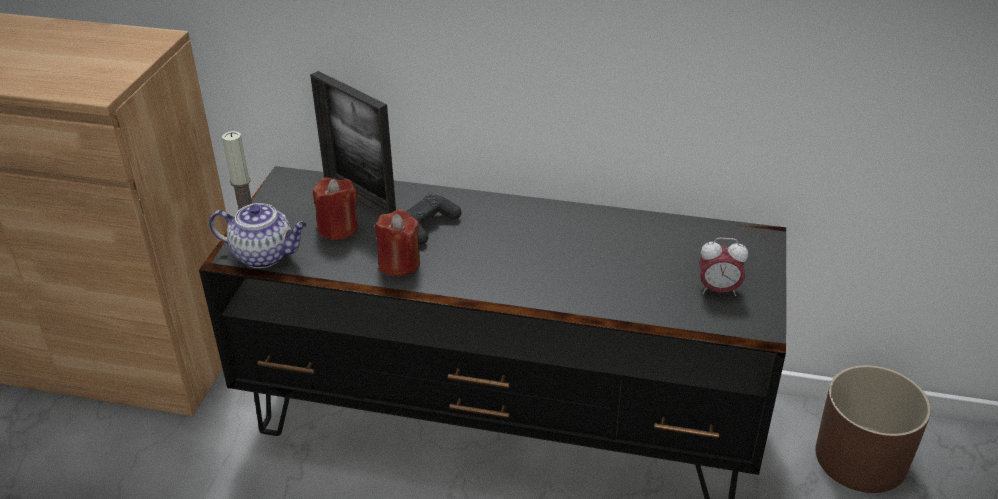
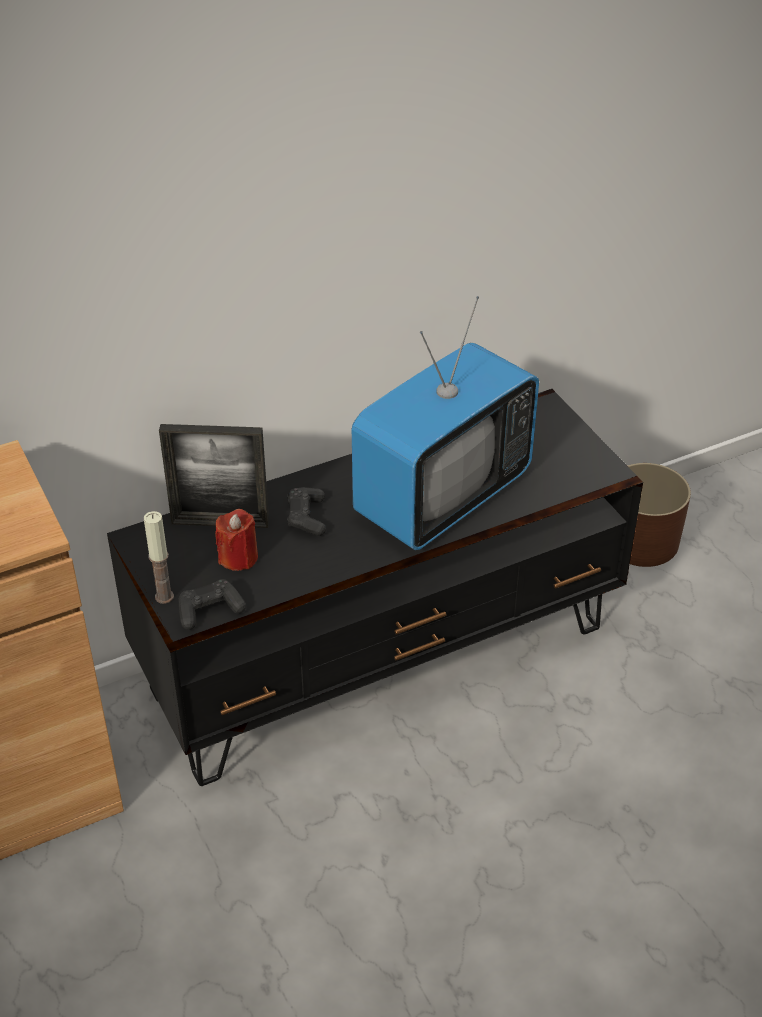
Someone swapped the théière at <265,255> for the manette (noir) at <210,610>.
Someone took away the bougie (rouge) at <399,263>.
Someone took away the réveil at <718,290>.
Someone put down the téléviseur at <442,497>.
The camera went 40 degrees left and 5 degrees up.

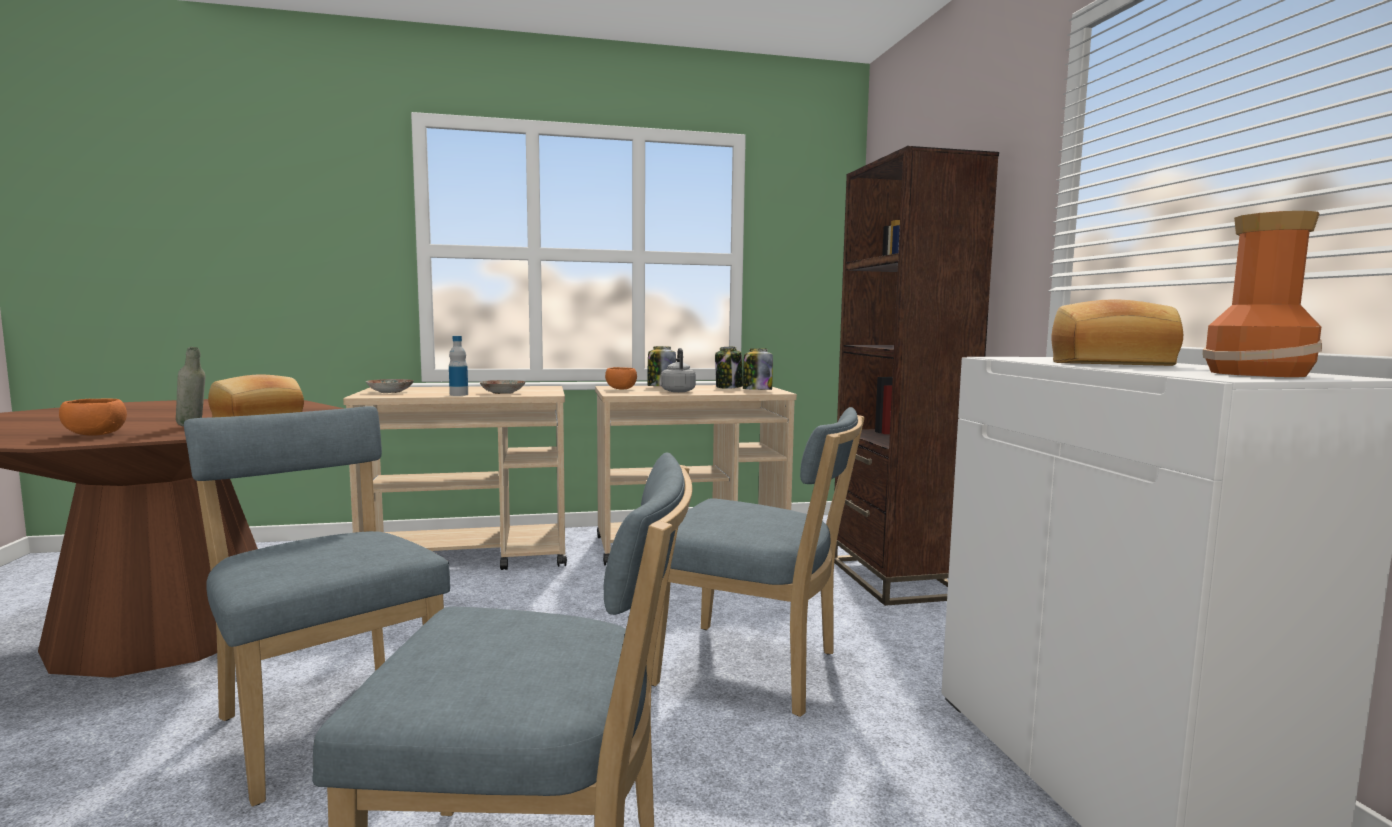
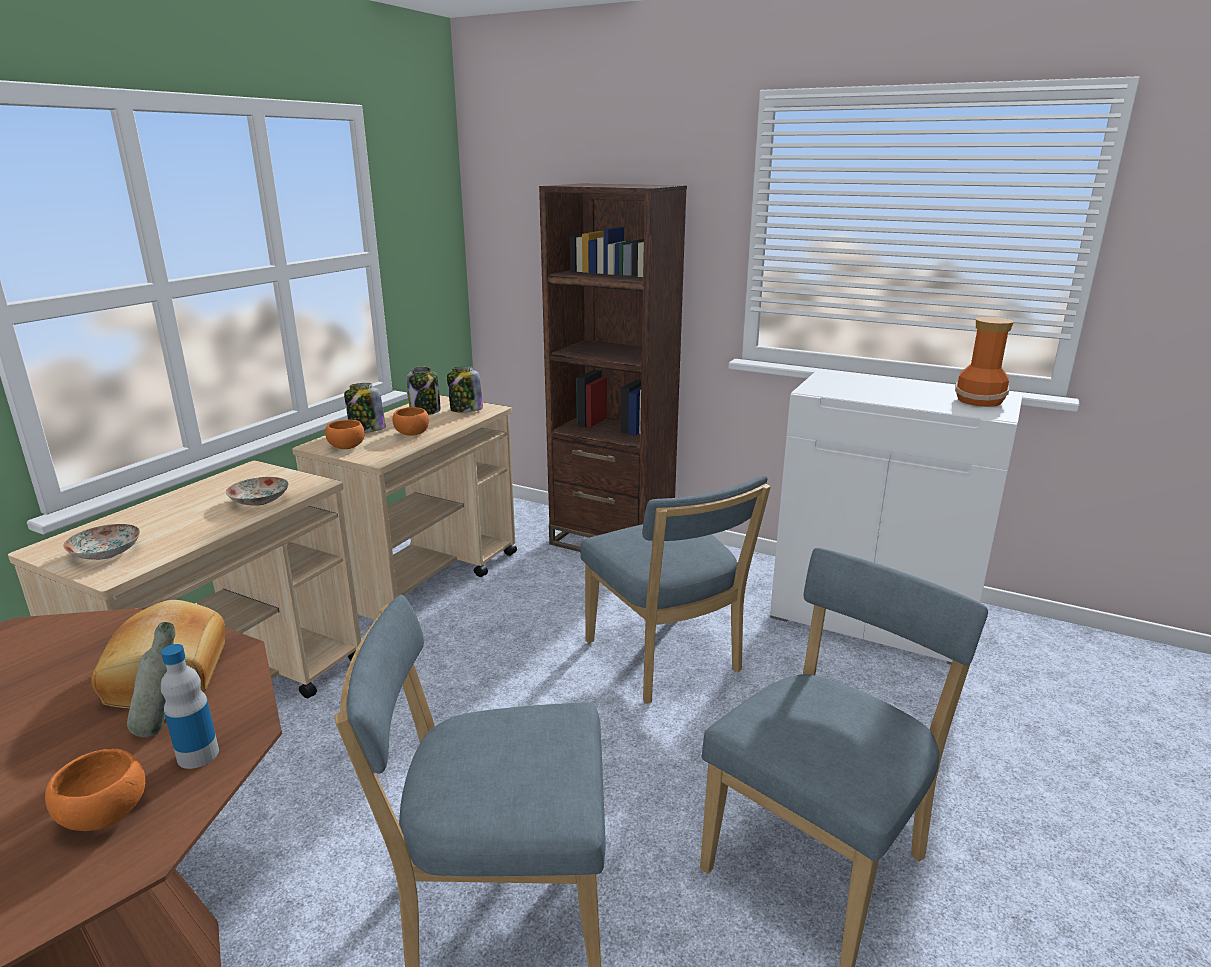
Someone took away the pain at <1109,363>.
Someone carried the bouteille from <459,395> to <198,755>.
Someone swapped the bouilloire (gris) at <678,391> for the bol (orange) at <411,434>.
Someone rotated the chaise (bleu) at <755,670> by 90 degrees clockwise.
The camera went 50 degrees left and 15 degrees up.

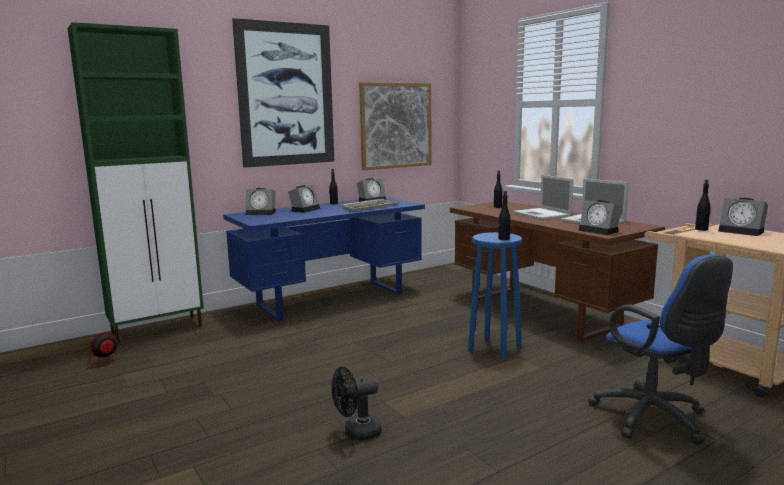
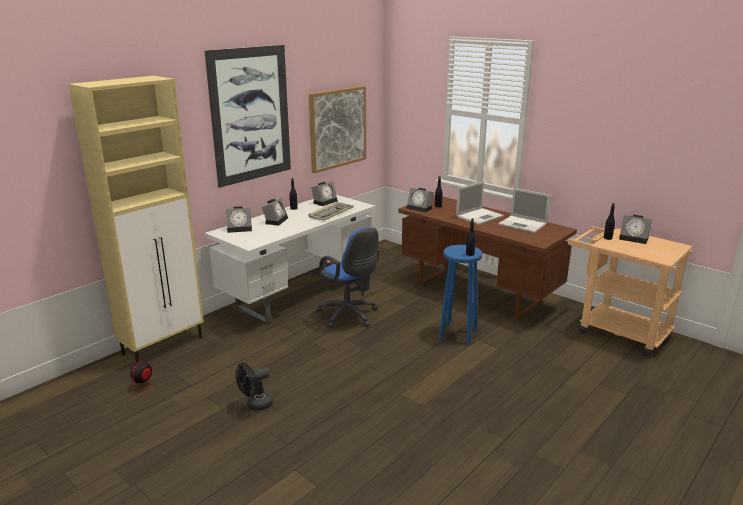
Someone repainted the meuble de rangement (vert) at <158,329>, which became the meuble de rangement (beige) at <164,345>.
Someone rotated the ordinateur portable at <542,214> by 90 degrees counterclockwise.
Someone repainted the bureau (bleu) at <331,299>, which became the bureau (blanc) at <298,294>.
Someone carried the réveil from <600,231> to <420,208>.
Someone carried the chaise de bureau (bleu) from <654,420> to <349,316>.
Someone carried the ventilateur (noir) from <356,433> to <256,405>.
The camera went 15 degrees left and 10 degrees up.

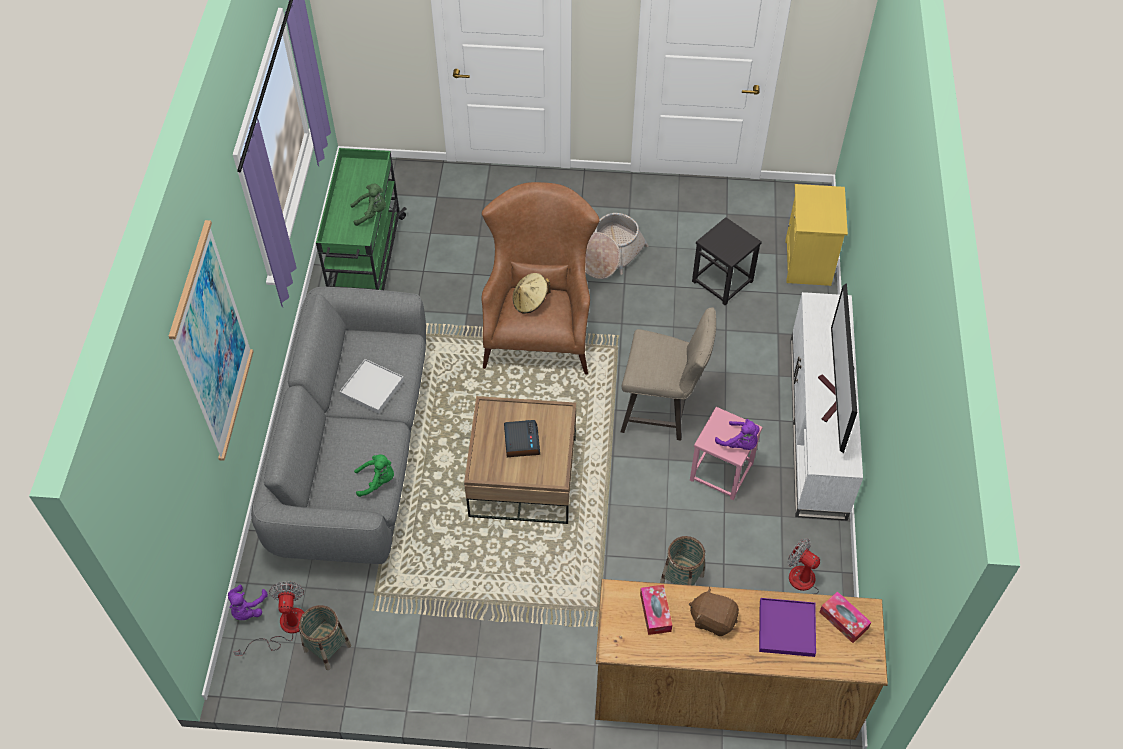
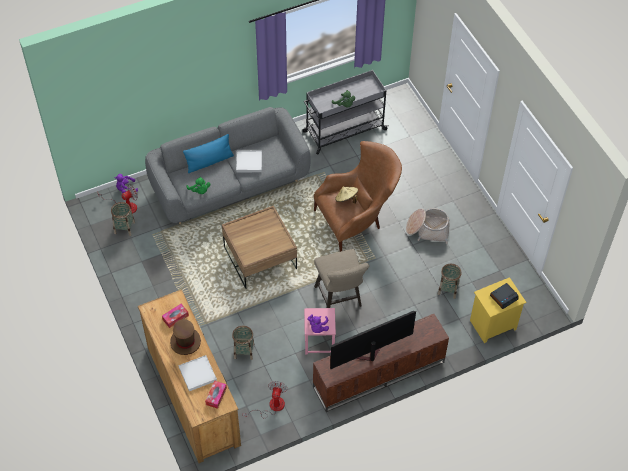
Someone repainted the chariot (vert) at <366,265>, which became the chariot (gris) at <343,131>.
Someone swapped the tabouret (noir) at <722,281> for the panier at <448,289>.
Someone took away the tableau at <212,344>.
Someone repainted the meuble télé (blanc) at <818,427>, which became the meuble télé (marron) at <378,375>.
Someone carried the réveil from <521,441> to <504,297>.
Someone swapped the peluche (marron) at <713,619> for the chapeau (marron) at <185,342>.
Someone repainted the plateau (violet) at <786,628>, which became the plateau (blanc) at <197,374>.
Someone put down the coussin (bleu) at <209,162>.
The camera went 60 degrees right and 0 degrees up.

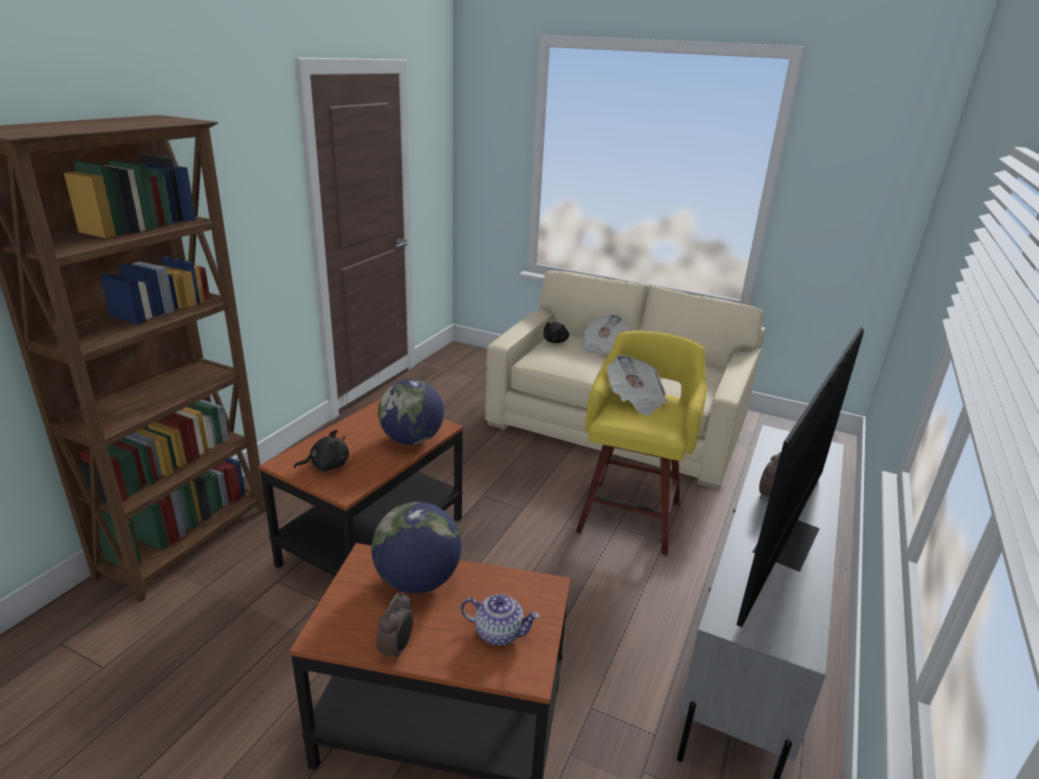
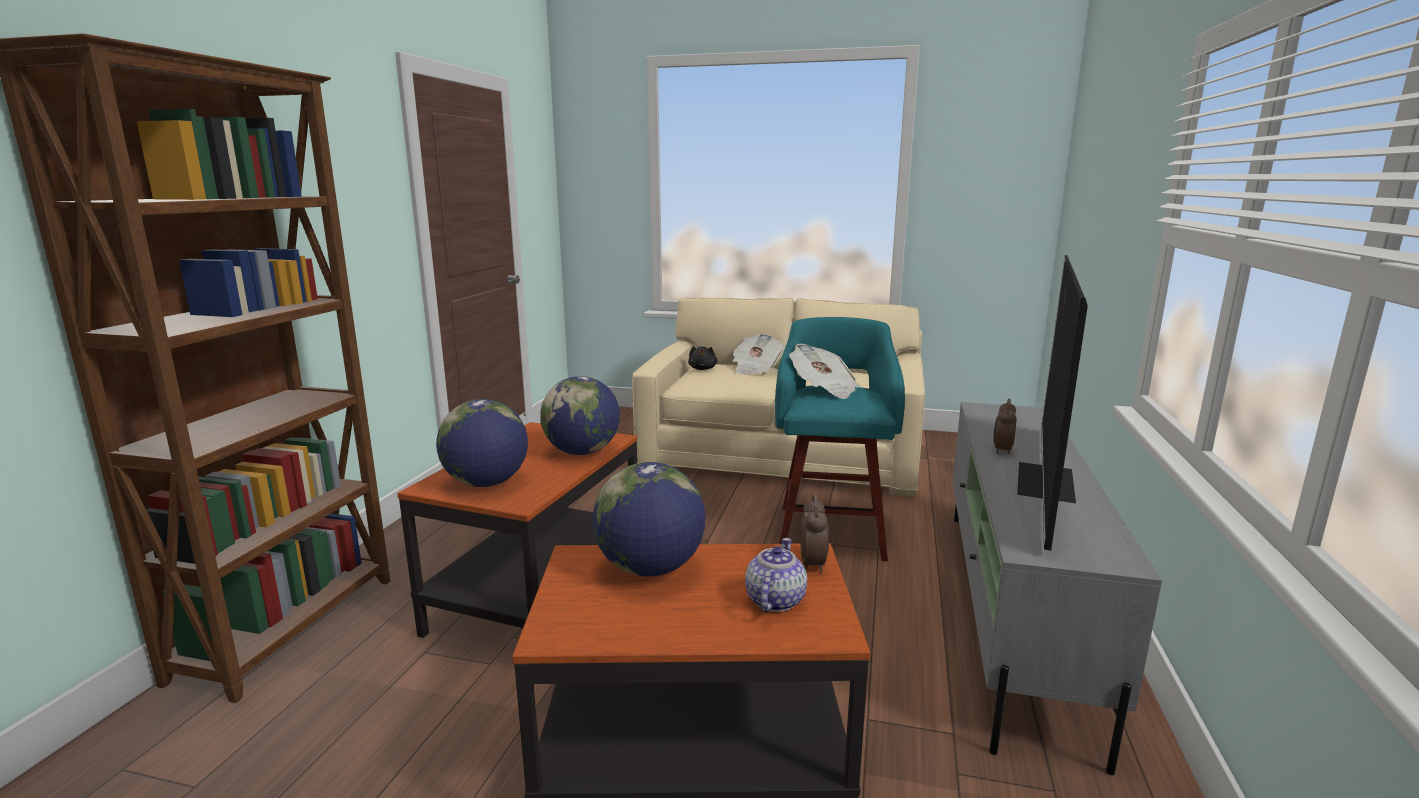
Someone repainted the tabouret (jaune) at <630,514>, which became the tabouret (turquoise) at <831,530>.
Someone swapped the peluche (noir) at <327,465> for the globe at <486,483>.
Someone carried the réveil from <397,649> to <813,564>.
Someone rotated the théière at <498,632> by 75 degrees counterclockwise.
The camera went 10 degrees left and 10 degrees down.

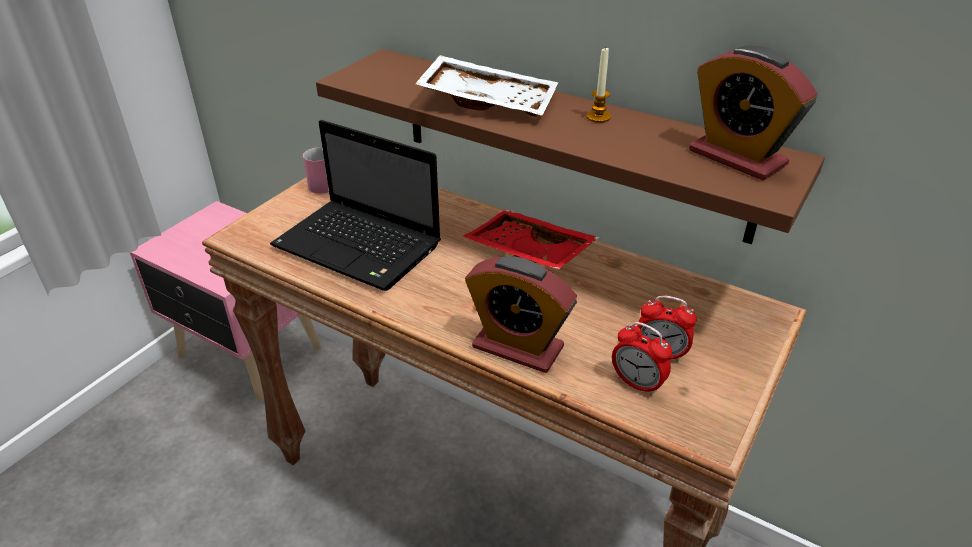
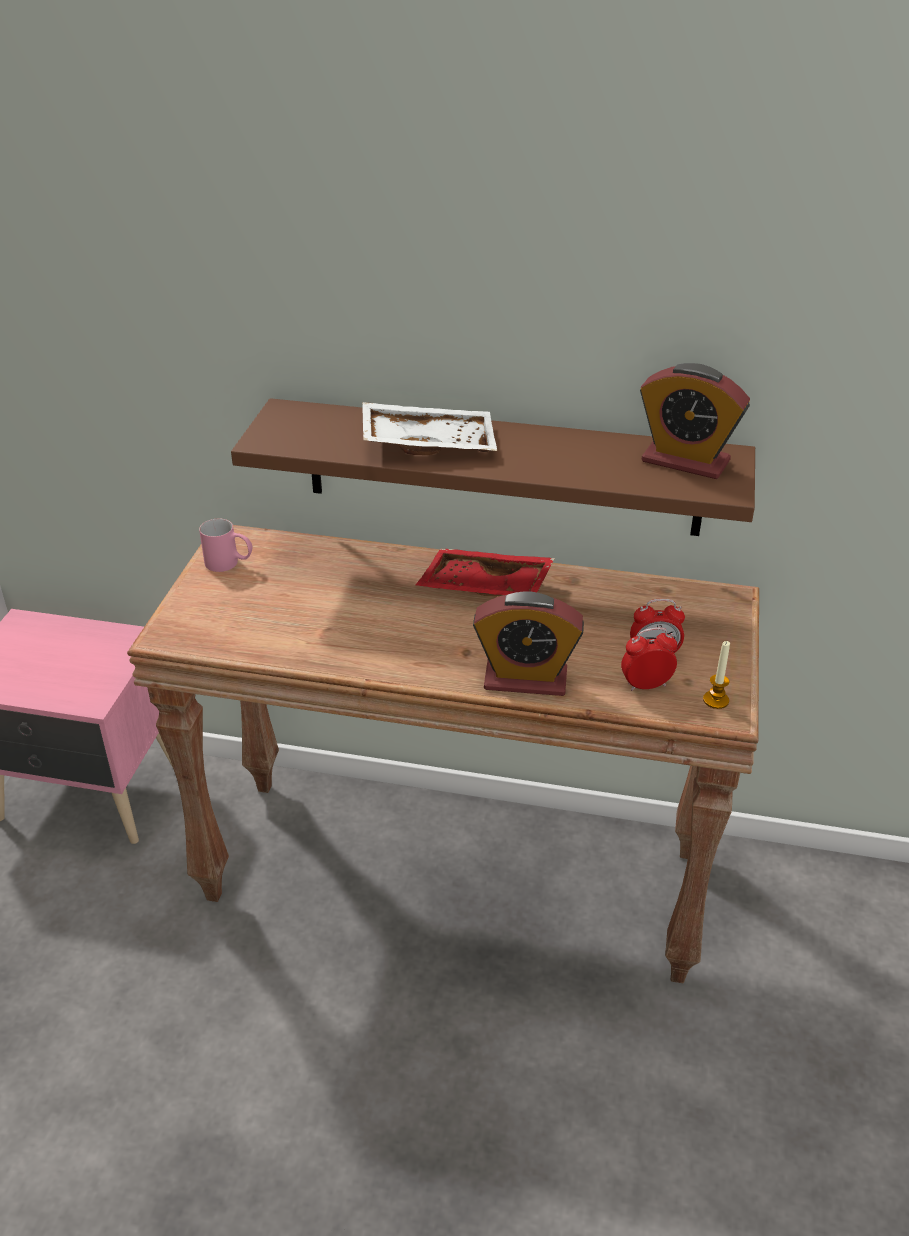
Someone carried the bougie from <598,117> to <716,700>.
Someone took away the ordinateur portable at <361,247>.
Someone rotated the réveil at <637,383> by 150 degrees clockwise.
The camera went 20 degrees left and 0 degrees up.

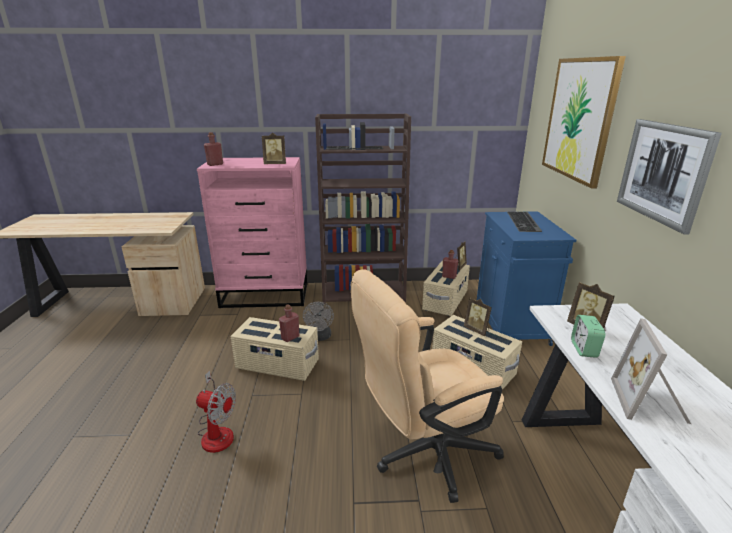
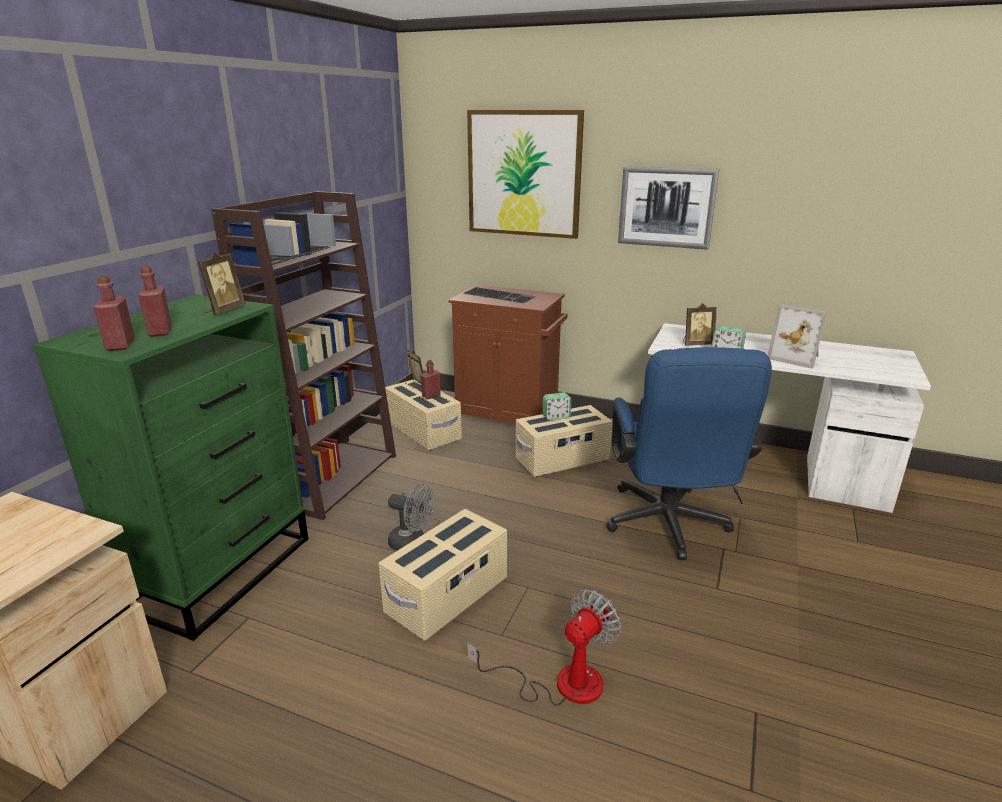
Someone repainted the commode (rose) at <266,295>, which became the commode (vert) at <221,571>.
Someone repainted the meuble de rangement (bleu) at <511,326>, which became the meuble de rangement (marron) at <509,416>.
Someone repainted the chaise de bureau (beige) at <424,453>, which became the chaise de bureau (bleu) at <668,527>.
Someone swapped the cadre photo at <477,330> for the réveil at <556,417>.
Someone carried the bouteille (rouge) from <290,337> to <160,332>.
The camera went 65 degrees left and 0 degrees up.

